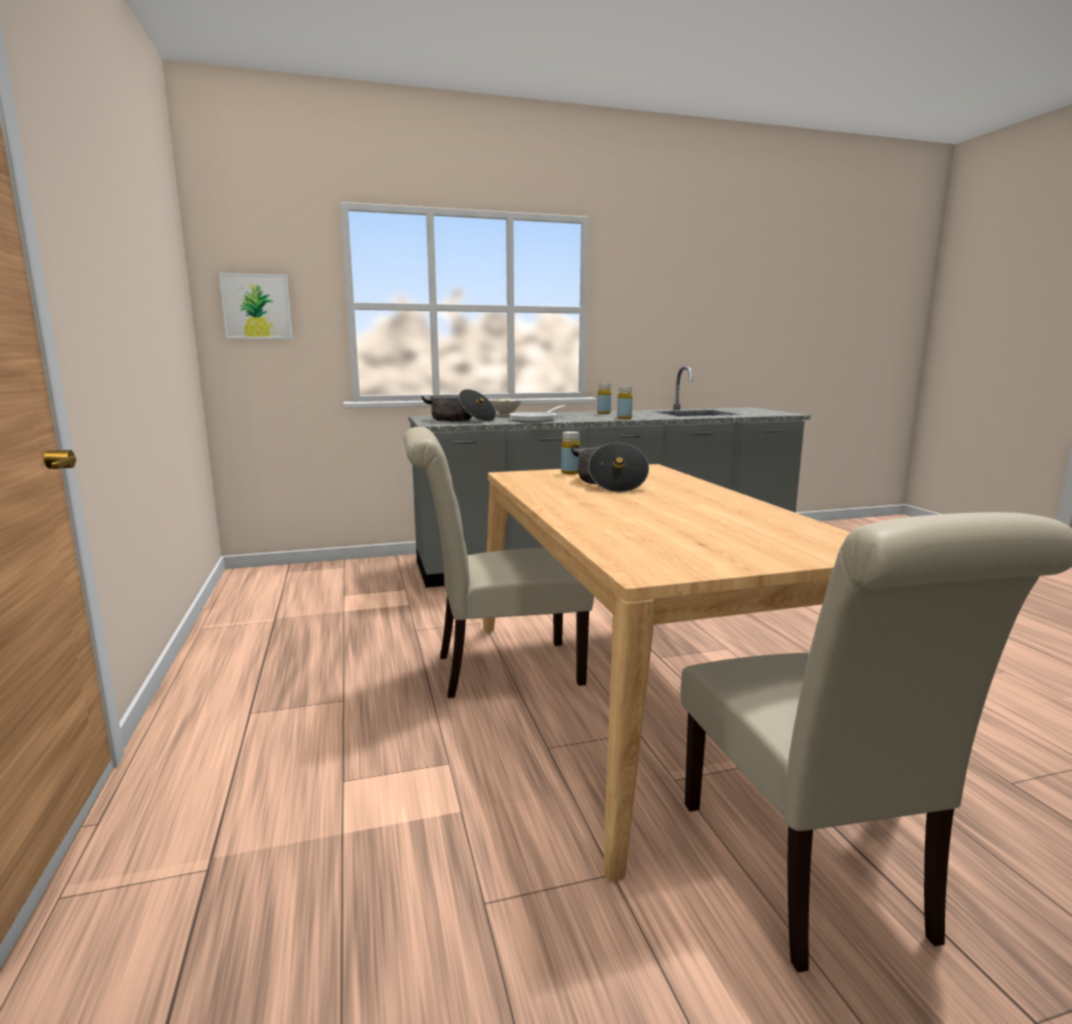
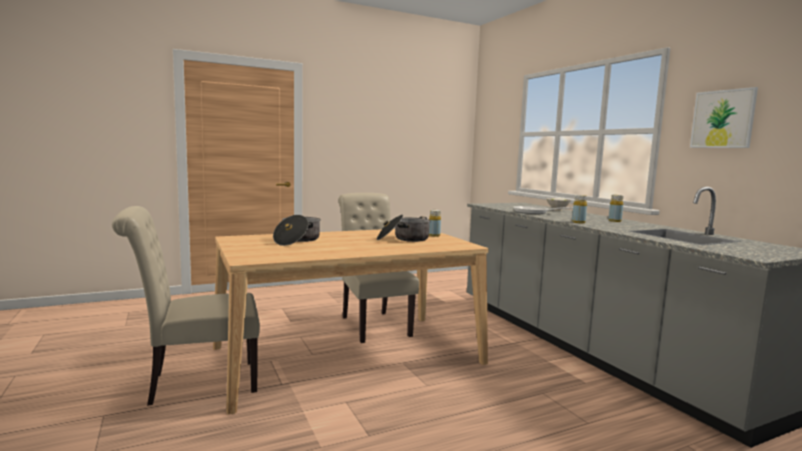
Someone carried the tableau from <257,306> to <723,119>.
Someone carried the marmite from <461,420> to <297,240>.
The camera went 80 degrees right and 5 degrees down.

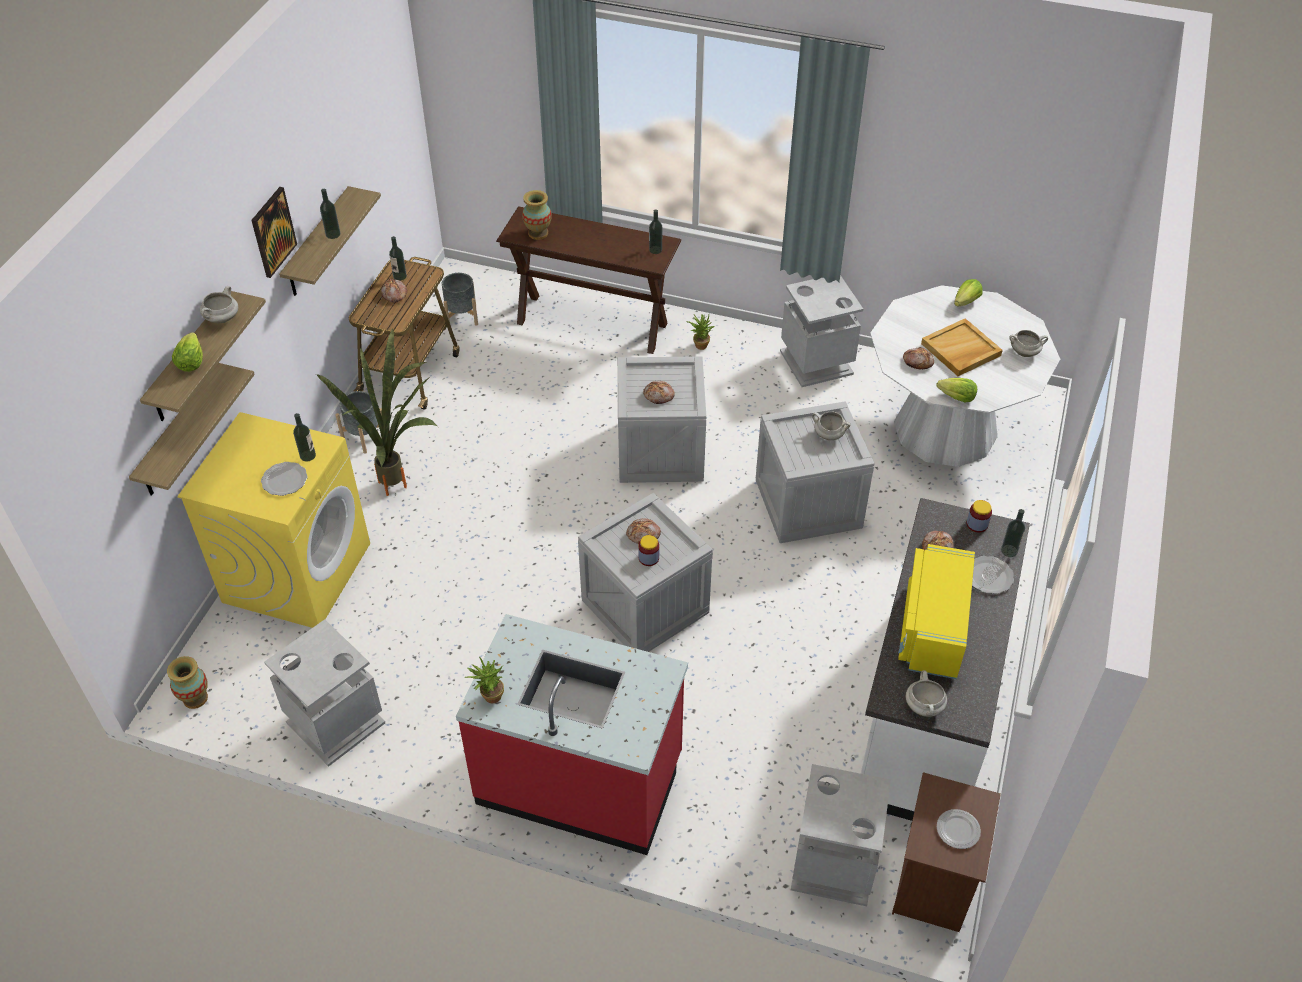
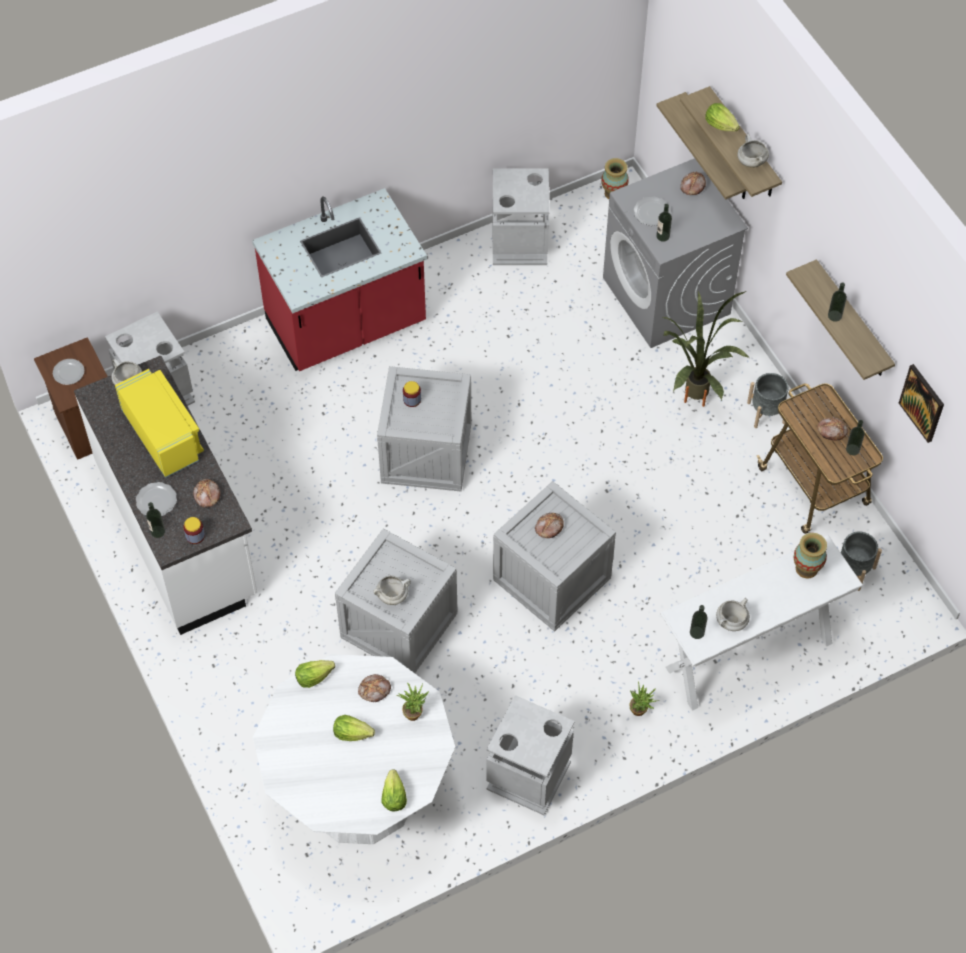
Someone carried the tableau from <273,232> to <922,402>.
Someone repainted the table console (marron) at <592,323>, which became the table console (blanc) at <748,655>.
Someone swapped the plateau (beige) at <960,350> for the laitue at <352,733>.
Someone carried the marmite (blanc) from <1024,352> to <731,622>.
Someone repainted the lave-linge (jaune) at <297,572>, which became the lave-linge (gris) at <667,296>.
Someone carried the pain from <643,535> to <692,186>.
Someone carried the plante en pot from <489,697> to <414,712>.
The camera went 135 degrees right and 10 degrees up.

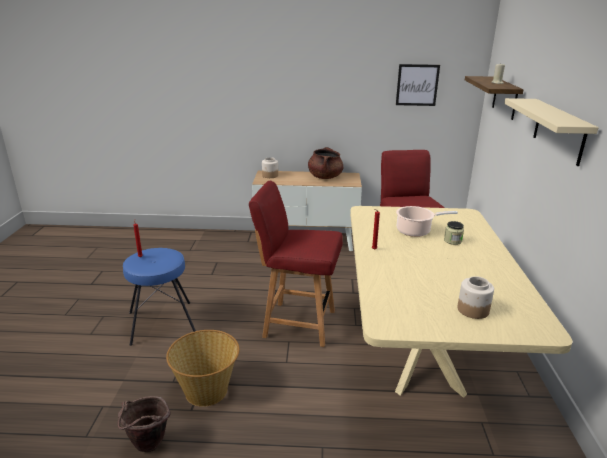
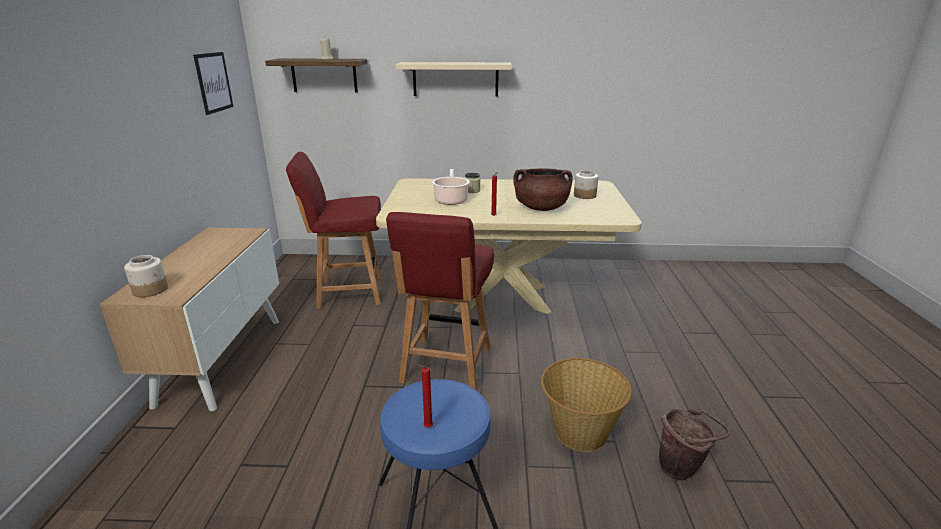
Someone carried the marmite (marron) from <325,177> to <541,208>.
The camera went 90 degrees left and 0 degrees up.

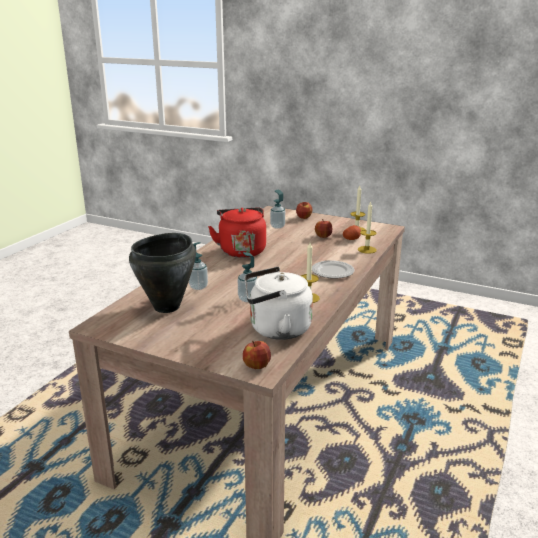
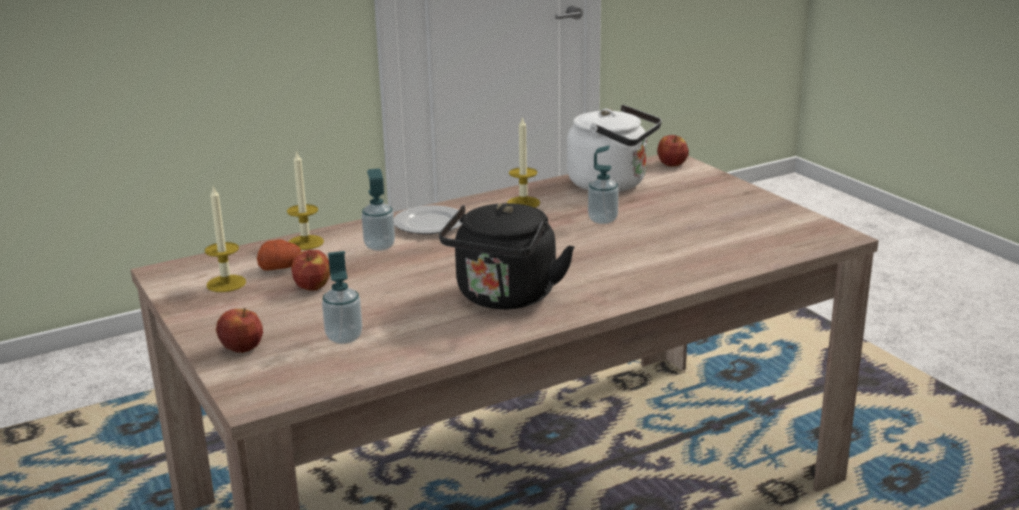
Someone repainted the bouilloire (rouge) at <241,250>, which became the bouilloire (noir) at <504,298>.
Someone took away the marmite (noir) at <167,307>.
Someone carried the distributeur de savon from <198,287> to <379,246>.
The camera went 145 degrees left and 0 degrees up.

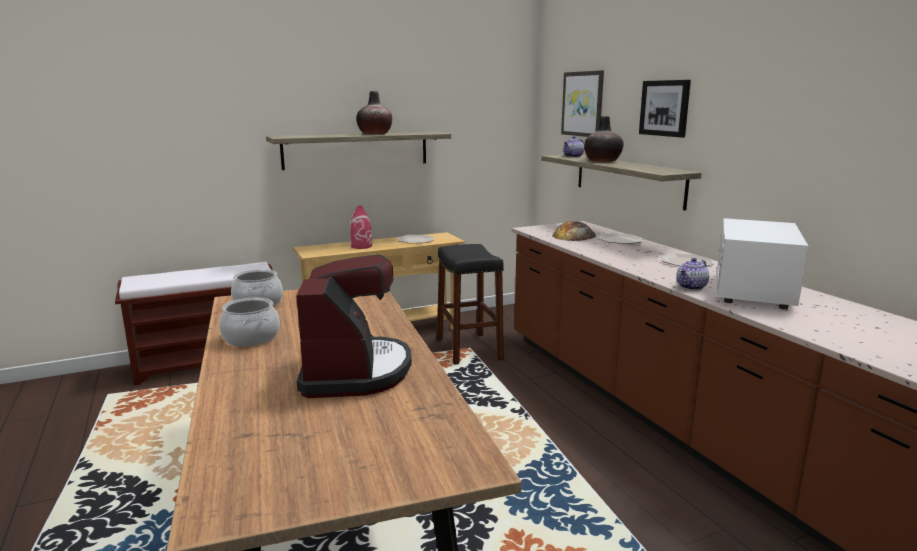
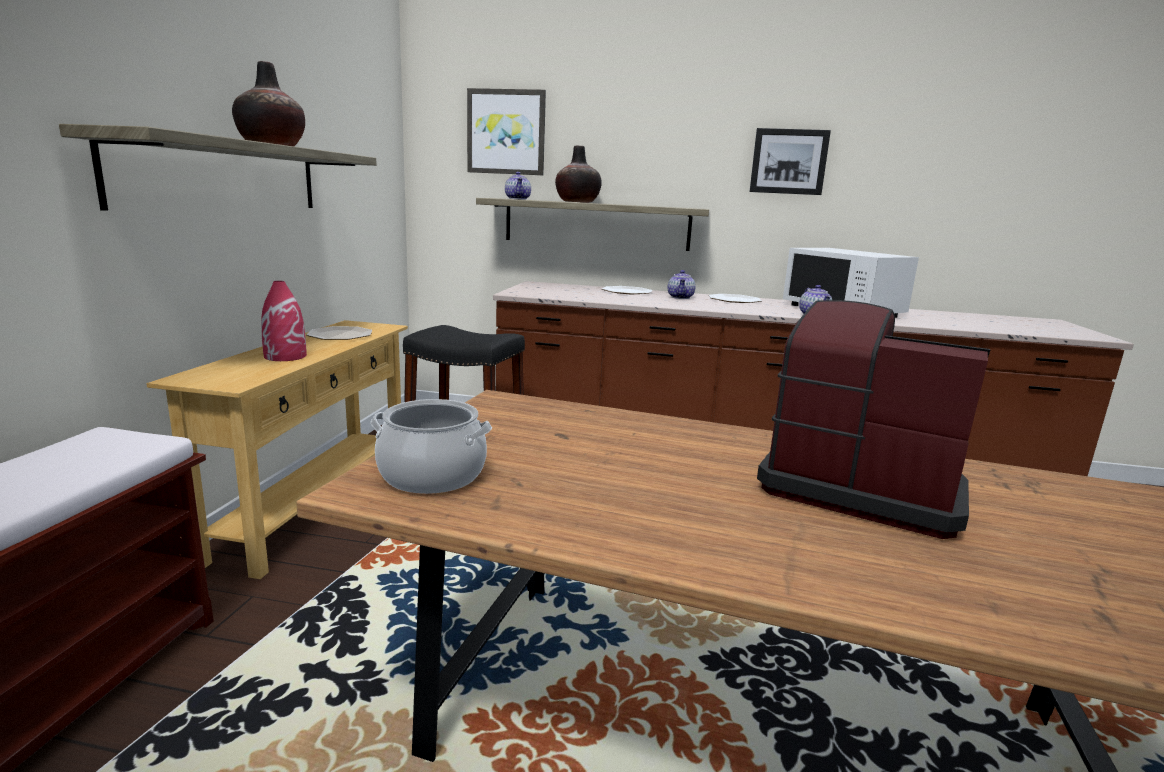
Someone carried the tableau from <665,108> to <788,162>.
Someone took away the pain at <574,235>.
Someone took away the marmite at <251,338>.
Someone put down the théière at <681,297>.
The camera went 55 degrees left and 0 degrees up.

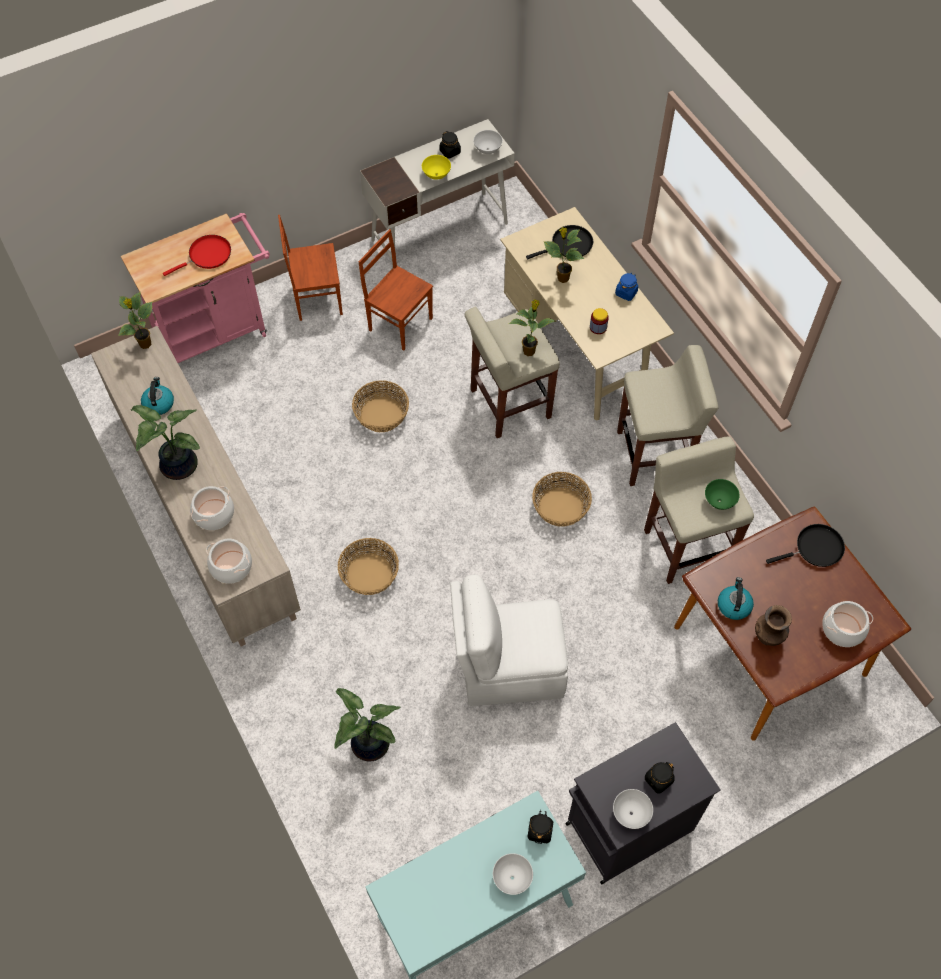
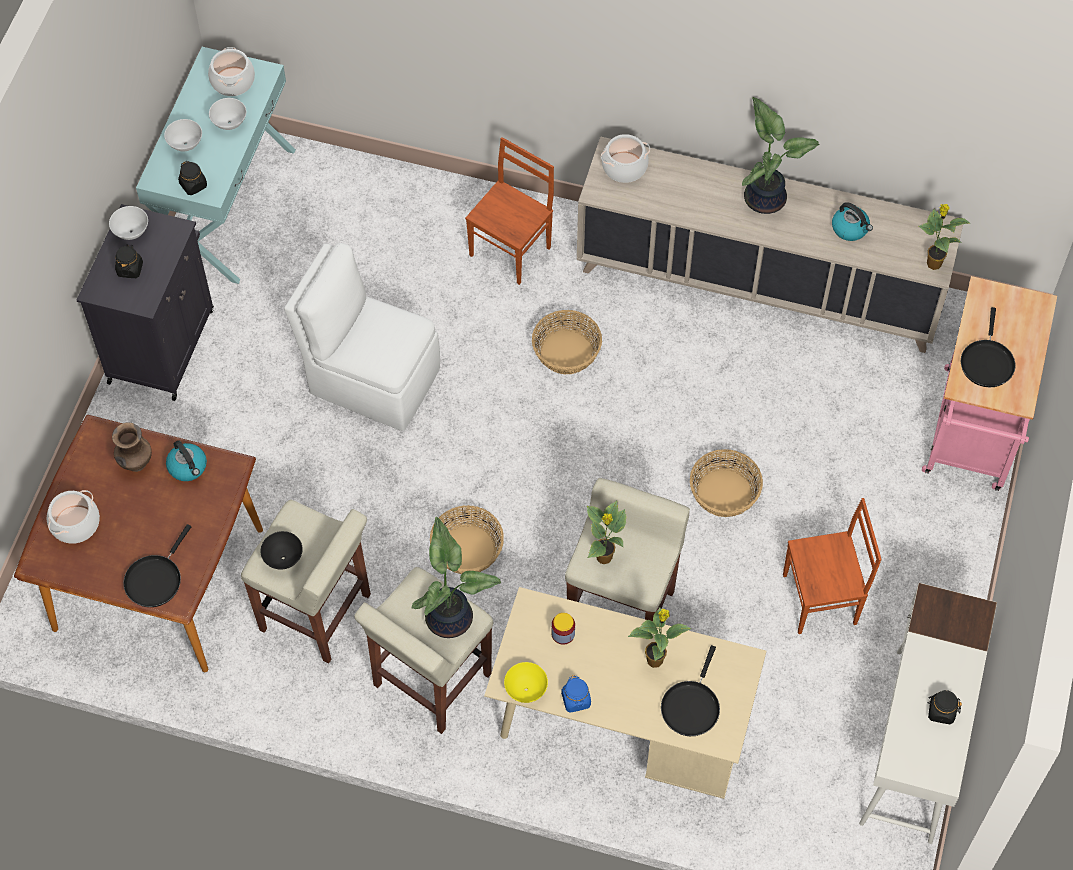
Someone carried the bol (blanc) from <488,150> to <229,123>.
Someone carried the bol (jaune) from <436,175> to <526,690>.
Someone carried the chaise (marron) from <317,298> to <512,251>.
Someone repainted the poêle (rouge) at <207,256>, which became the poêle (noir) at <987,362>.
Someone repainted the bol (vert) at <719,501>, which became the bol (noir) at <283,559>.
Someone carried the marmite from <214,514> to <232,81>.
Someone rotated the chaise (blanc) at <508,667> by 105 degrees counterclockwise.
Someone carried the plante en pot from <367,744> to <451,616>.
The camera went 135 degrees right and 0 degrees up.

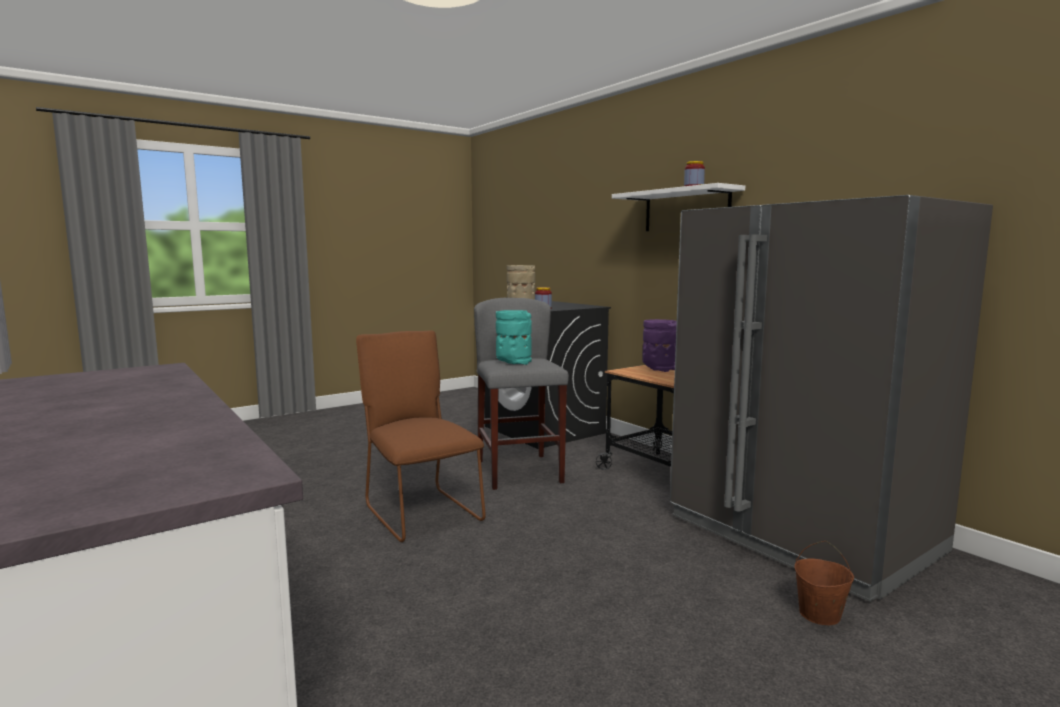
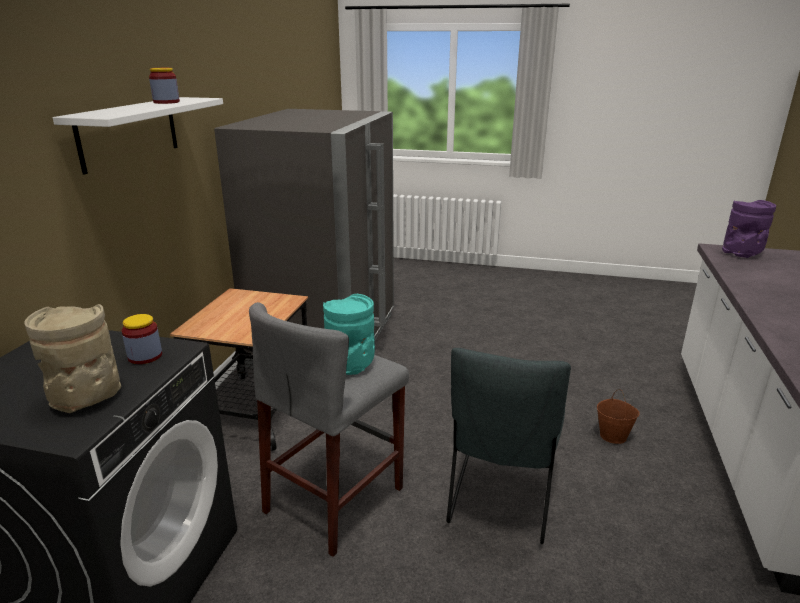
Someone carried the vase (violet) from <658,368> to <741,254>.
Someone repainted the chaise (marron) at <420,512>, which became the chaise (gris) at <500,500>.
Someone carried the seau (marron) from <819,615> to <613,436>.
The camera went 130 degrees left and 15 degrees up.

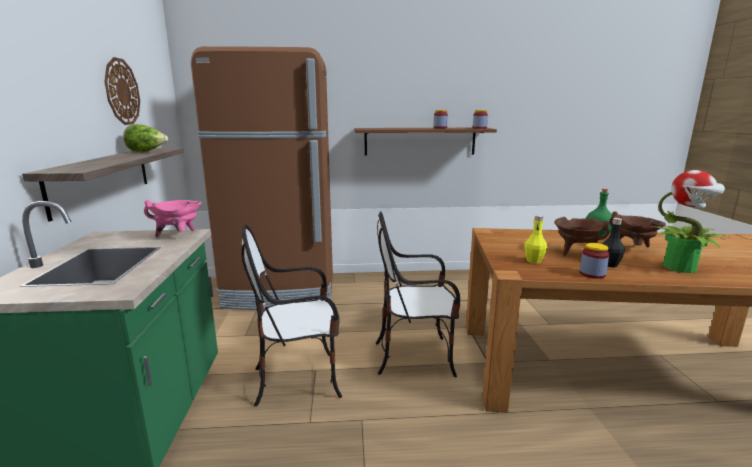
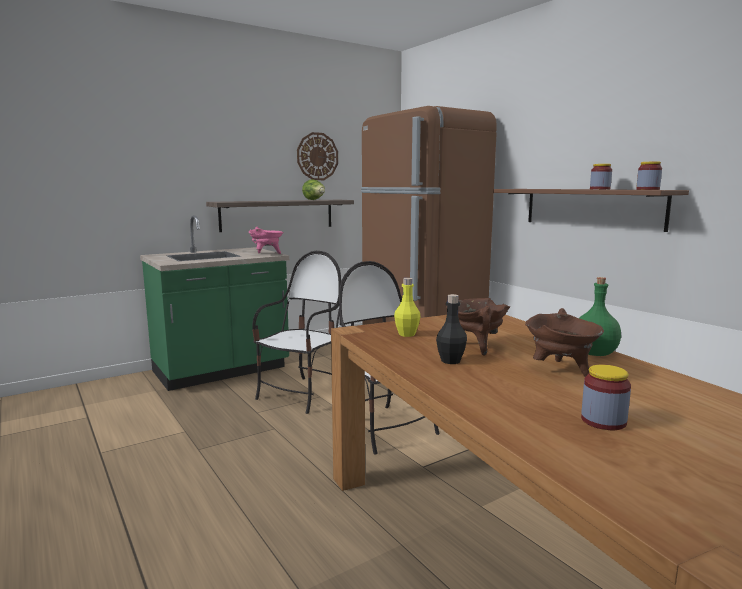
Someone took away the plante en pot at <680,268>.
Someone rotated the chaise at <298,379> by 75 degrees clockwise.
Someone carried the bocal from <592,274> to <603,421>.
The camera went 60 degrees right and 5 degrees down.

